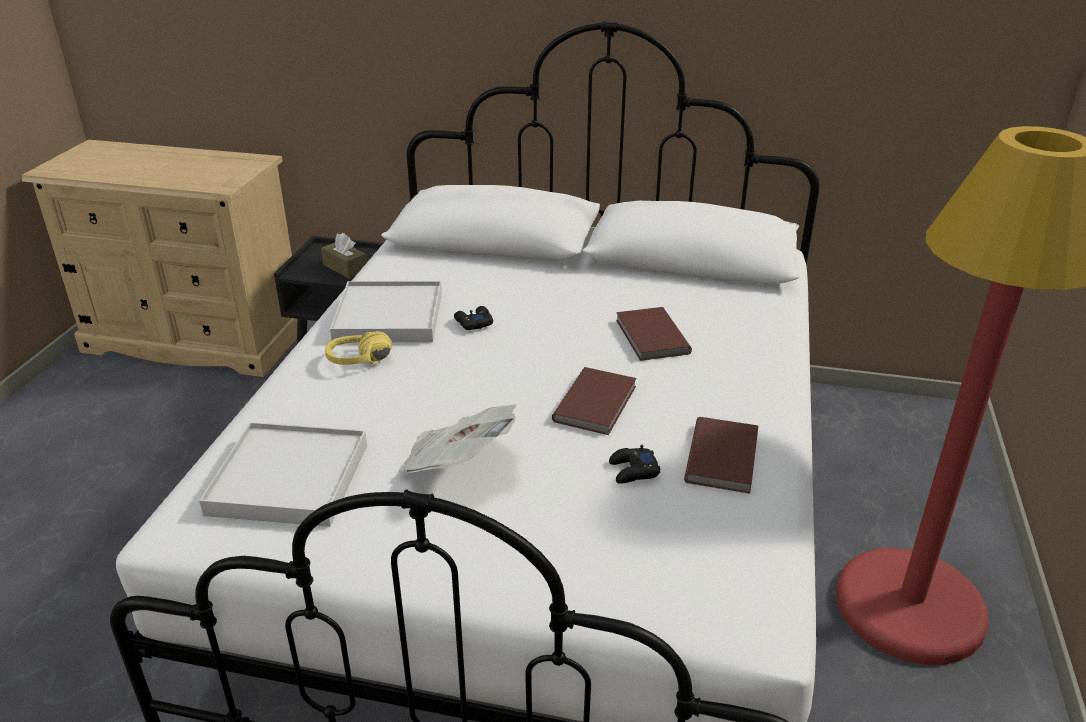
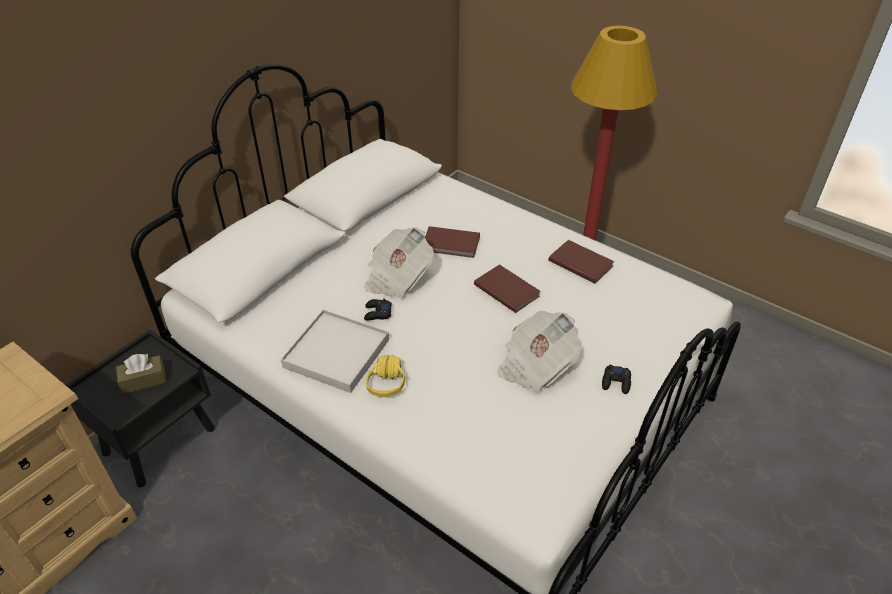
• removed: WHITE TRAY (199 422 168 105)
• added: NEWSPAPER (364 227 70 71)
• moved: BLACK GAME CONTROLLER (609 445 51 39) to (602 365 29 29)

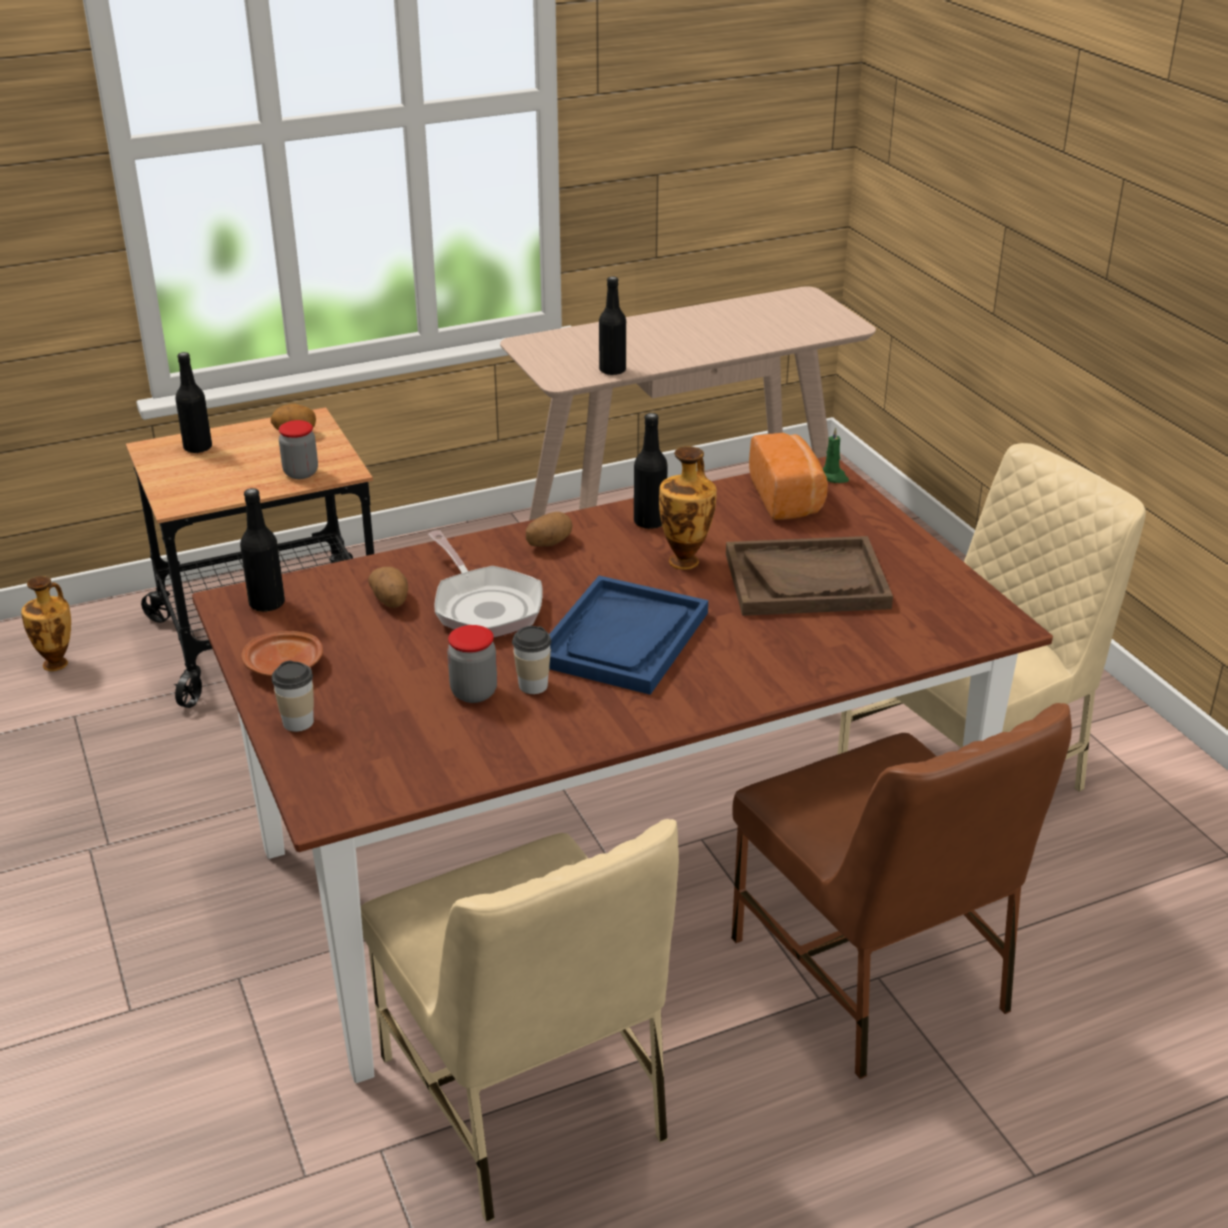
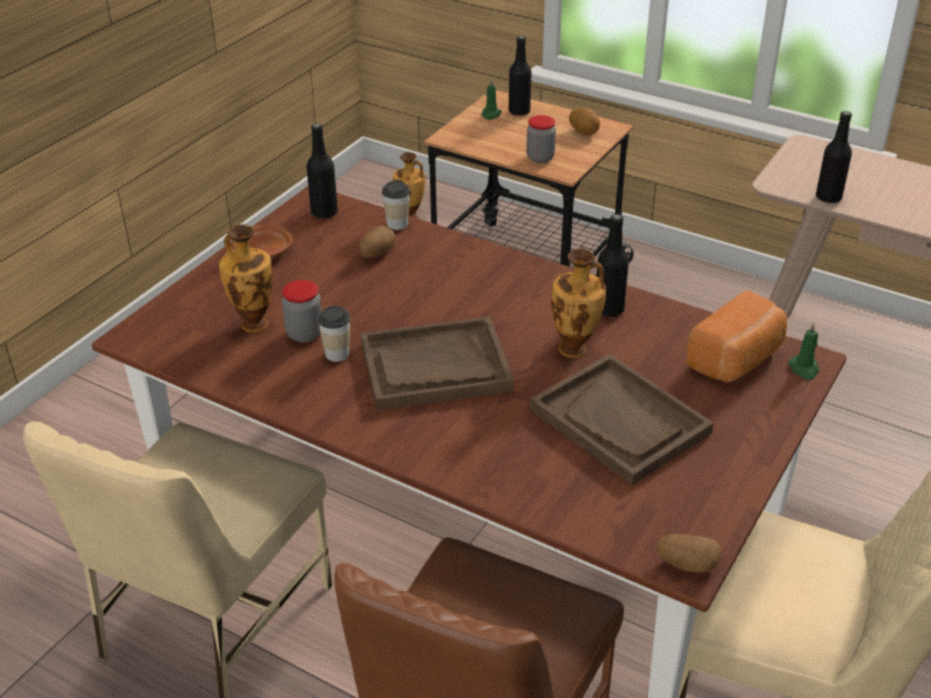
• removed: FRYING PAN (428 530 115 108)
• added: VASE (219 225 54 108)
• added: GREEN CANDLE (481 78 21 42)
• moved: CUP (272 661 42 71) to (382 180 28 50)
• moved: POTATO (526 512 46 35) to (656 534 66 38)
• recoloured: BLUE TRAY (549 576 159 119) to BROWN TRAY (361 317 153 93)

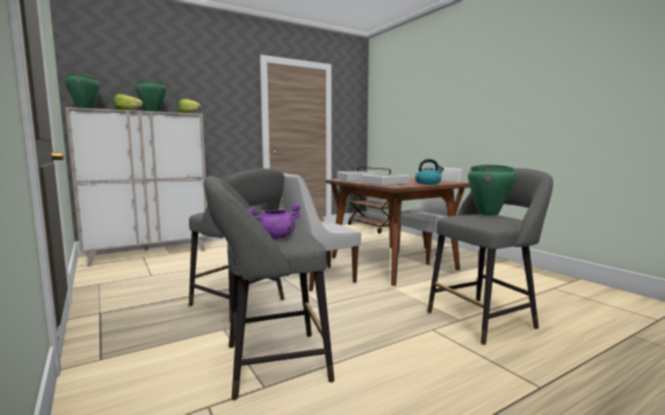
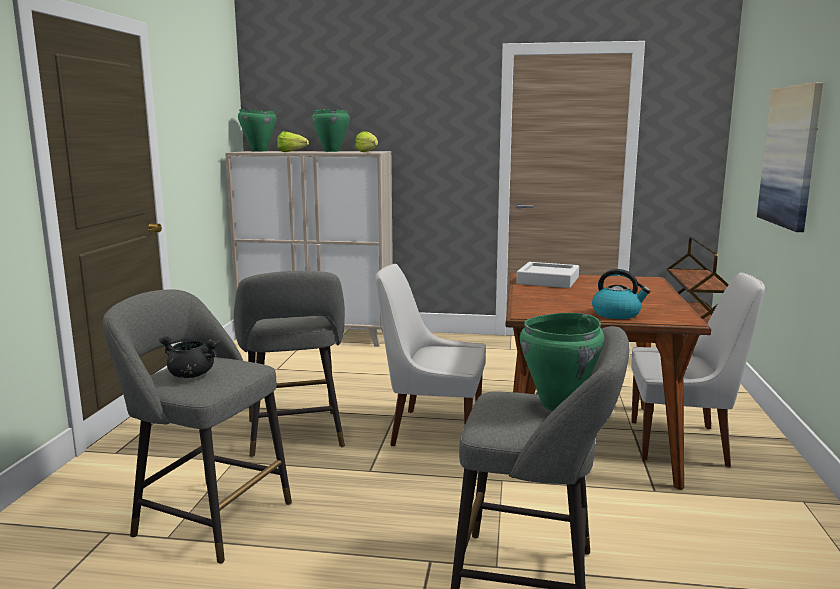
• removed: GREY TRAY (362 174 47 12)
• added: PICTURE (757 82 67 150)
• recoloured: PURPLE COOKING POT (248 203 54 36) to BLACK COOKING POT (159 336 60 42)

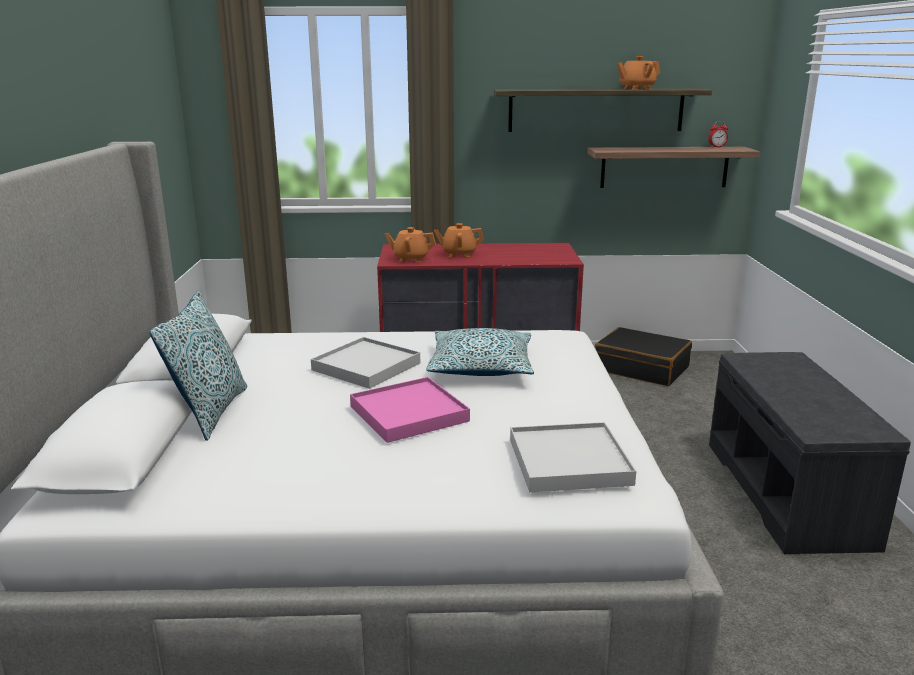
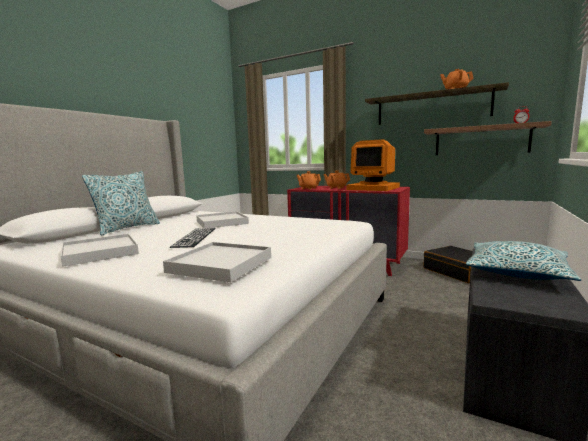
• added: WHITE TRAY (61 234 78 33)
• added: MONITOR (346 139 54 52)
• moved: PILLOW (426 328 108 48) to (466 241 115 40)
• replaced: PINK TRAY (350 377 120 66) to KEYBOARD (170 228 46 20)

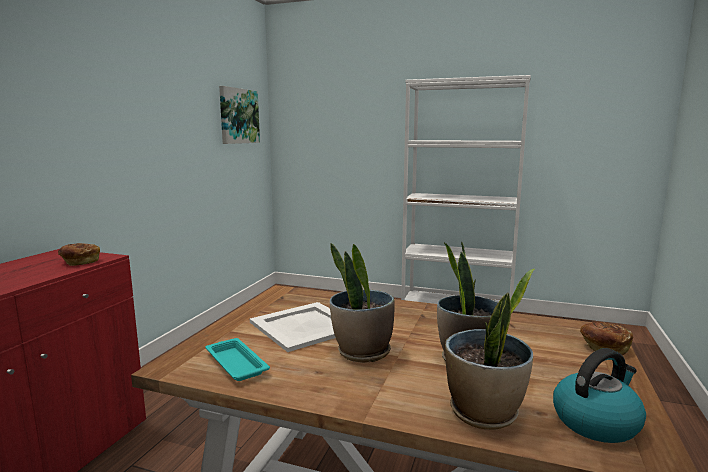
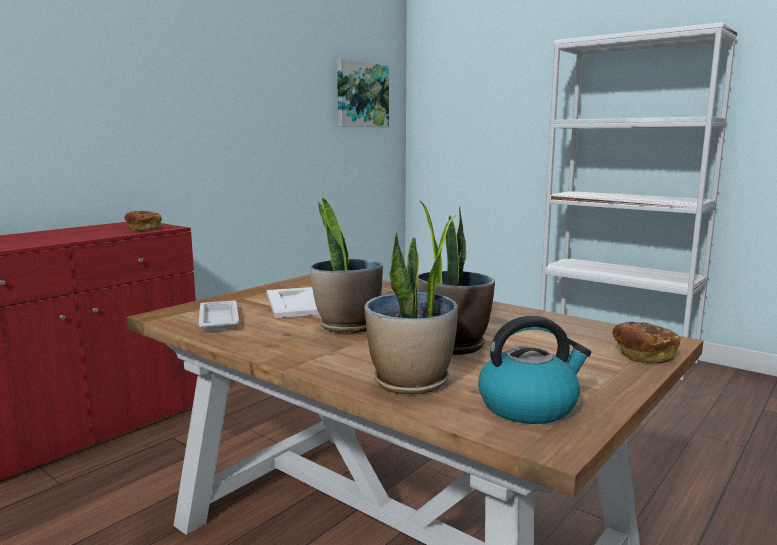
• recoloured: TURQUOISE TRAY (206 338 64 43) to WHITE TRAY (199 301 40 30)

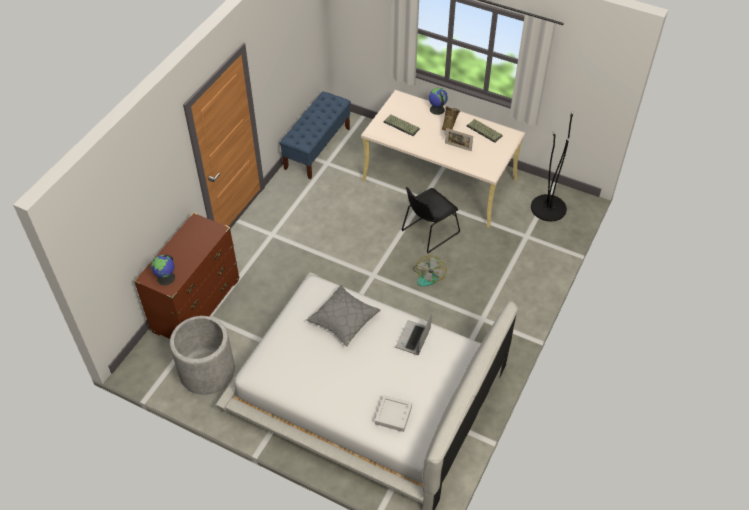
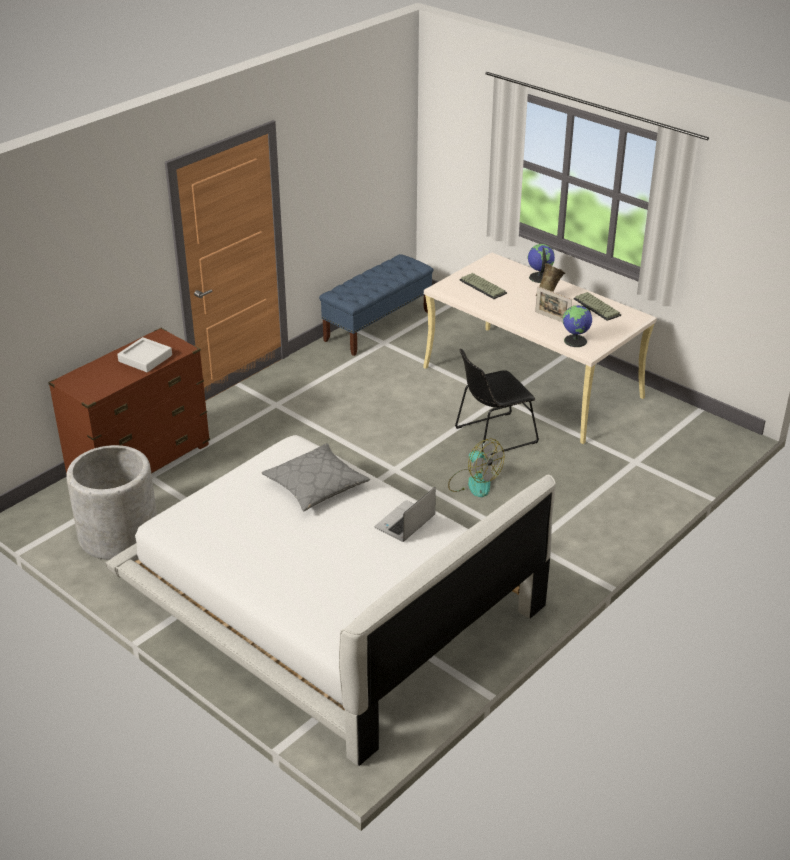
• removed: BLACK FLOOR LAMP (531 111 43 110)
• moved: GLOBE (151 255 24 30) to (563 305 29 42)
• moved: GREY TRAY (375 395 37 37) to (117 337 55 35)
• turned: FAN (413 256 34 31) = (448 439 56 58) 75 degrees counterclockwise

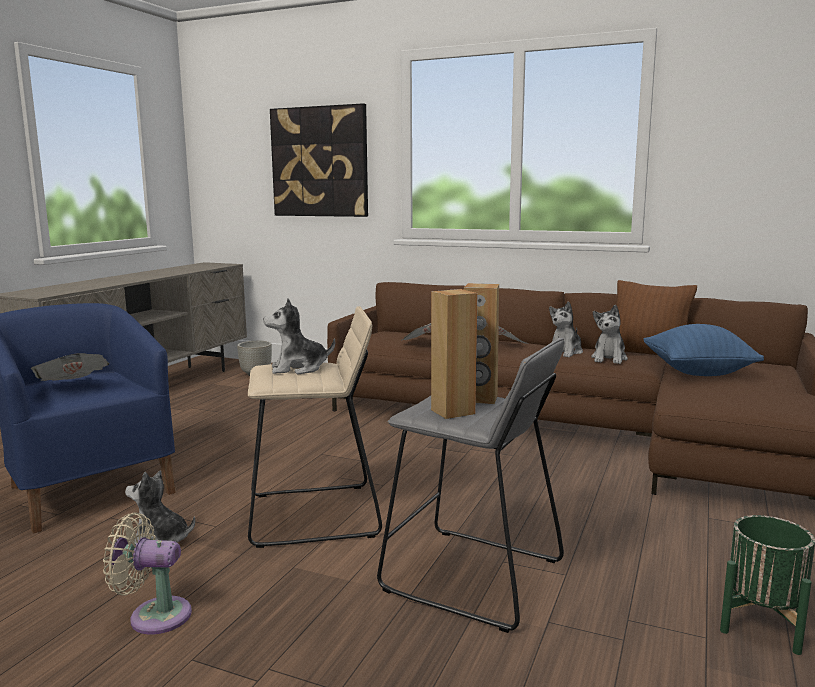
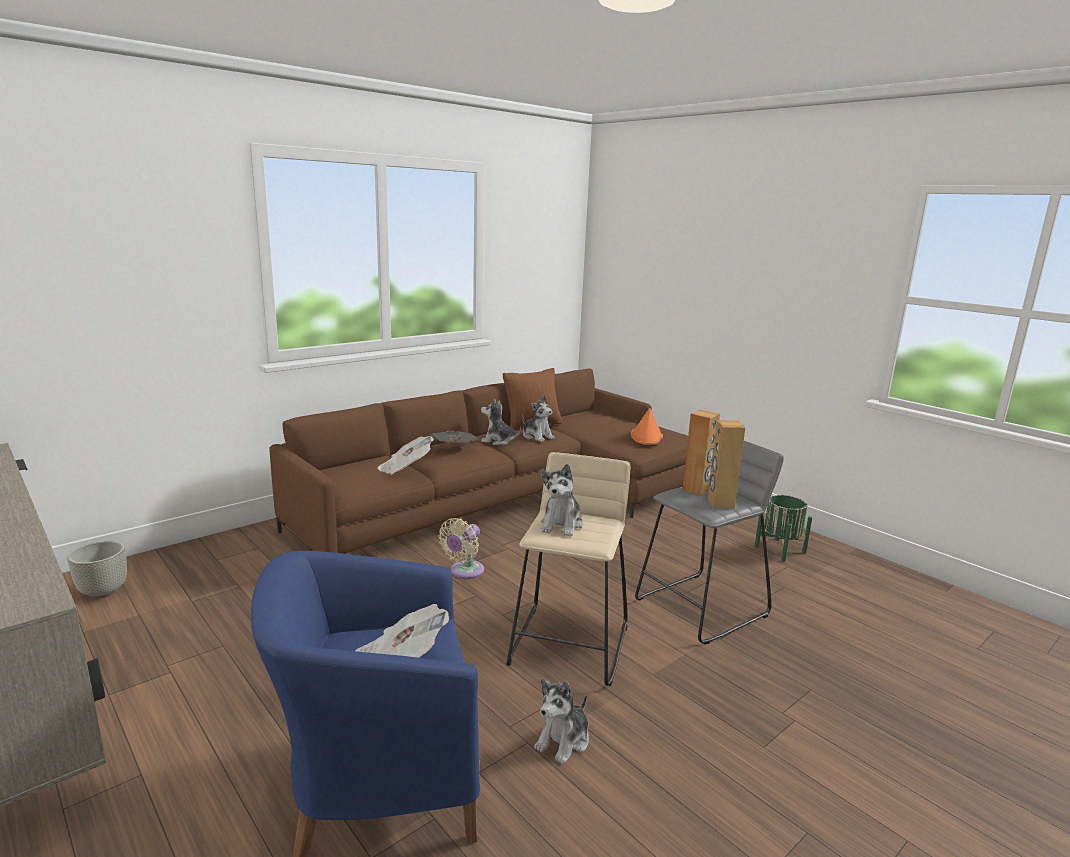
• removed: PICTURE (270 103 98 114)
• removed: BLUE PILLOW (643 324 121 52)
• added: ORANGE HAT (631 408 32 37)
• moved: BEIGE FAN (103 513 89 122) to (438 518 46 61)
• turned: PLUSH TOY (549 301 34 56) = (481 399 40 46) 135 degrees clockwise

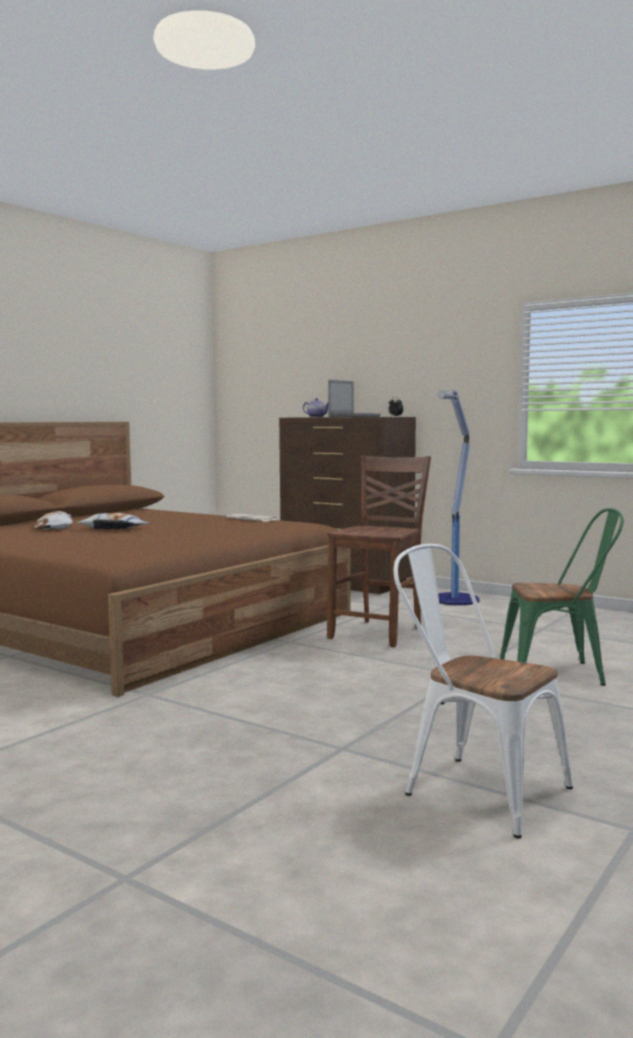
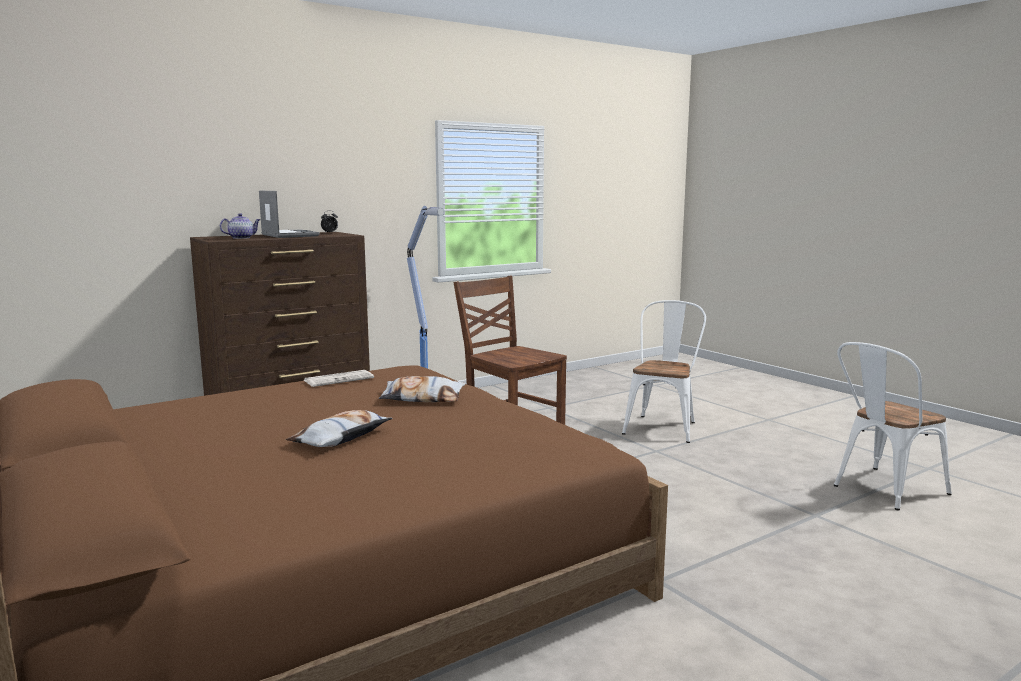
• moved: PILLOW (34 511 39 19) to (379 376 86 26)
• recoloured: GREEN CHAIR (500 508 124 178) to WHITE CHAIR (622 300 84 143)

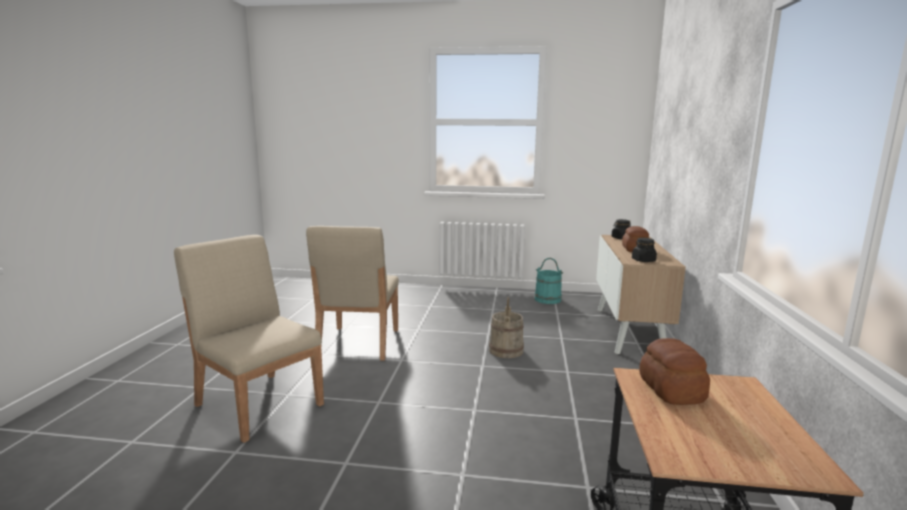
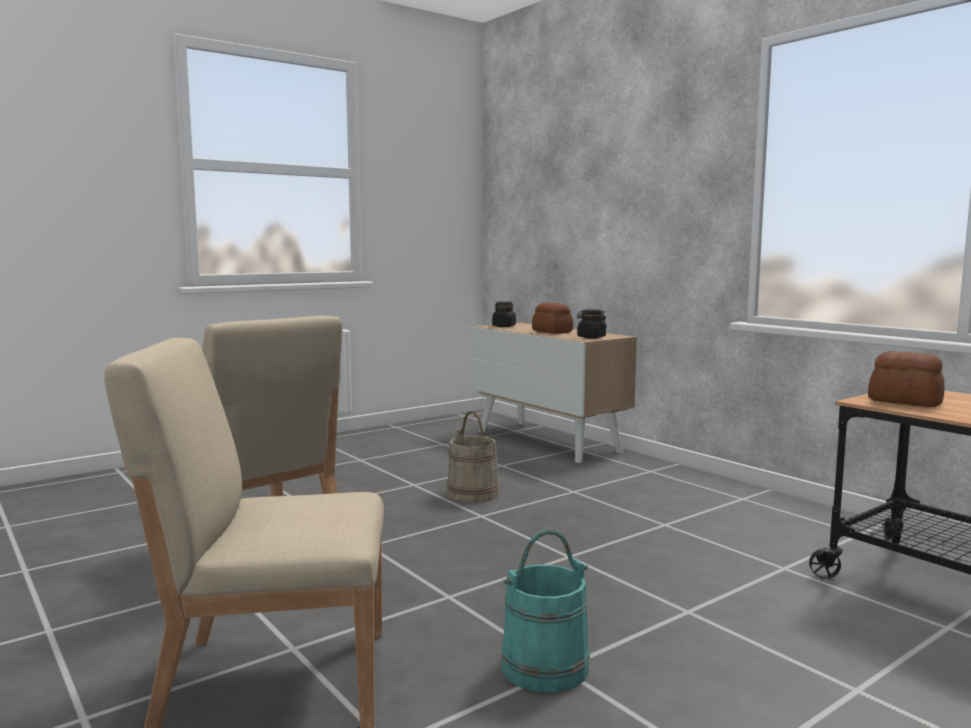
• moved: TURQUOISE BUCKET (535 258 29 46) to (501 529 89 163)

